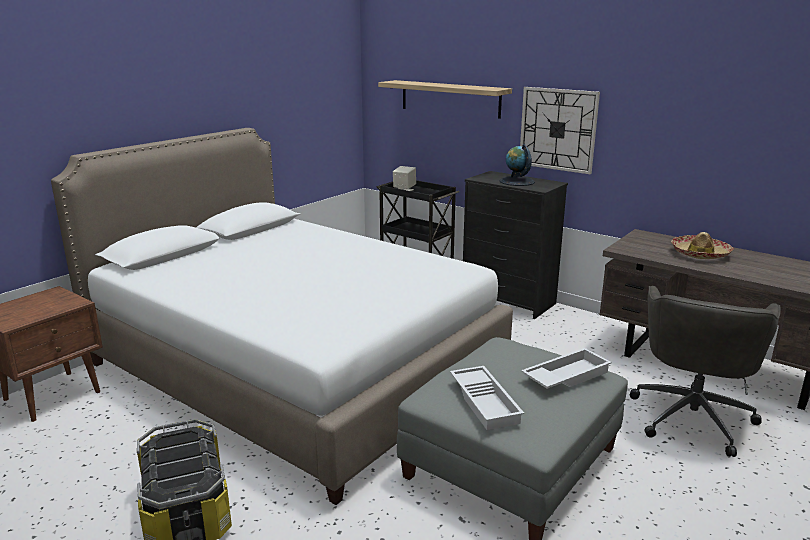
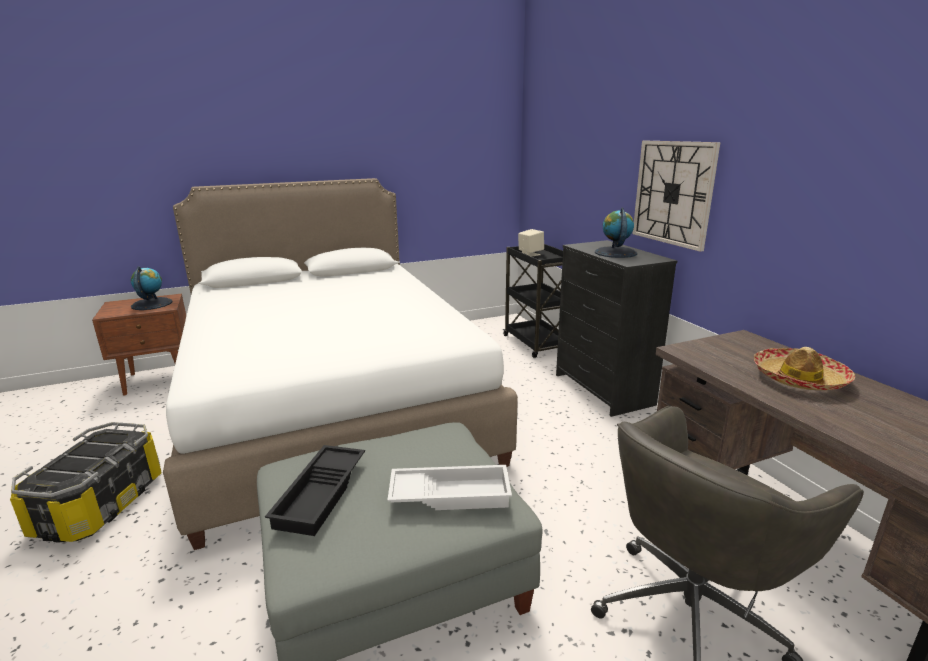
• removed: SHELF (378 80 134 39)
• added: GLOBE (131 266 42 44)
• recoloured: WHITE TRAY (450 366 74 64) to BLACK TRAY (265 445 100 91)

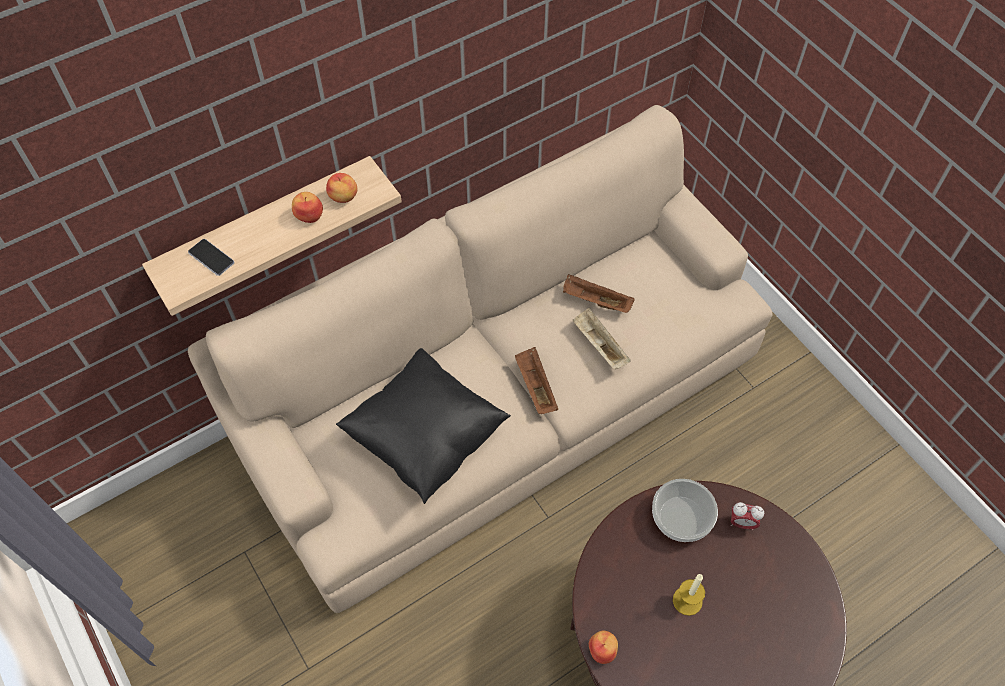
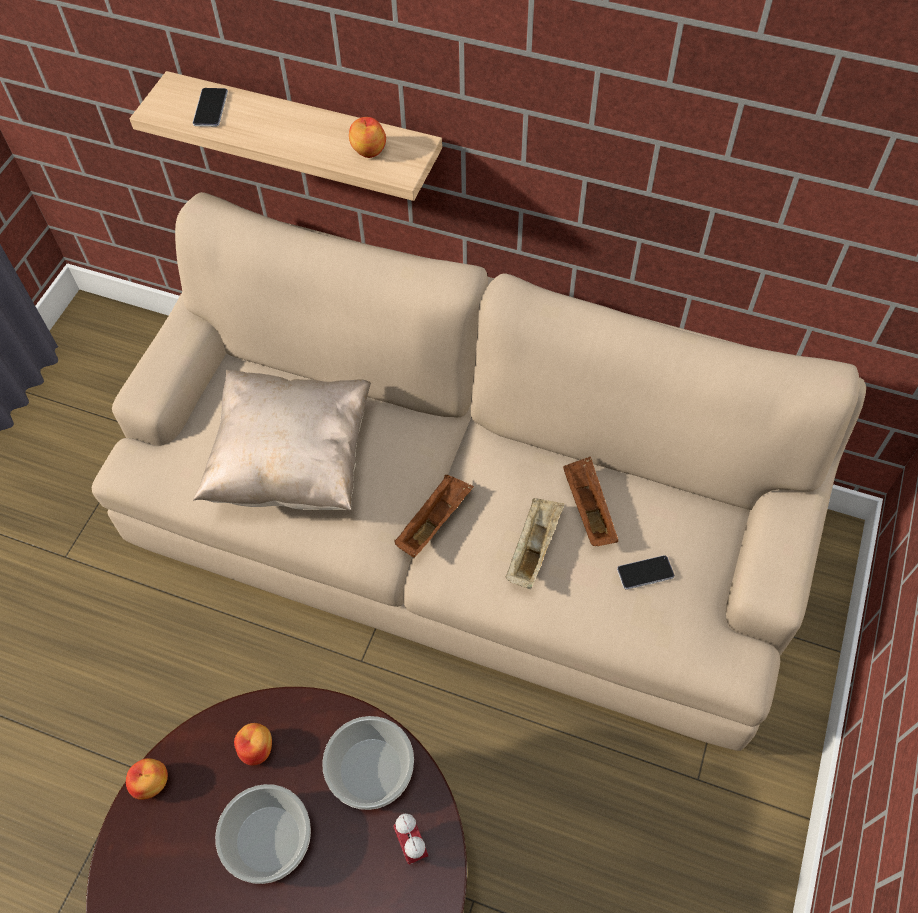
• added: PHONE (617 555 57 35)
• moved: APPLE (292 192 31 31) to (234 723 38 43)
• replaced: CANDLE (673 574 32 42) to BOWL (215 784 96 100)
• recoloured: BLACK PILLOW (336 348 175 156) to BEIGE PILLOW (193 370 178 140)

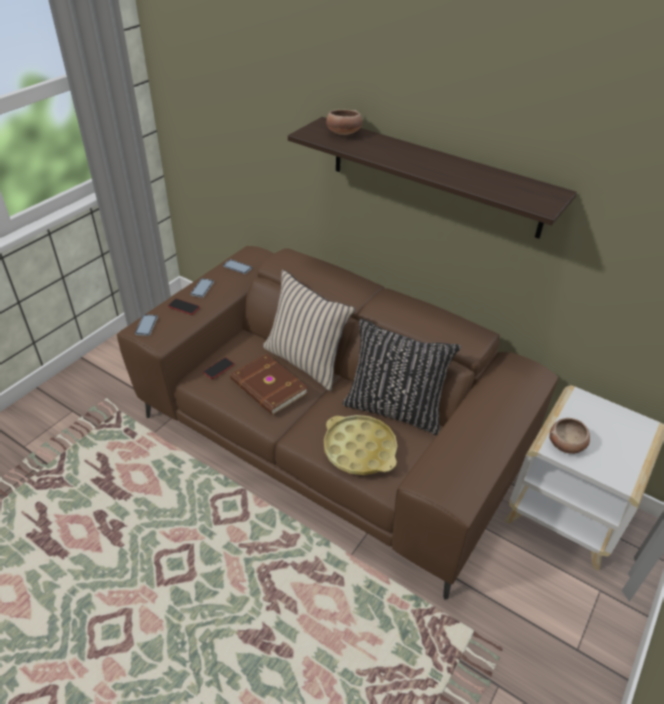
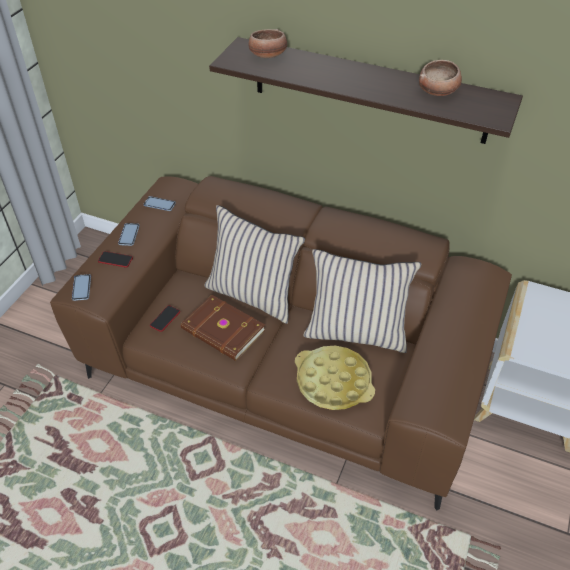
• moved: BOWL (549 418 41 36) to (419 60 43 36)
• recoloured: BLACK PILLOW (343 319 118 117) to BEIGE PILLOW (304 249 117 104)

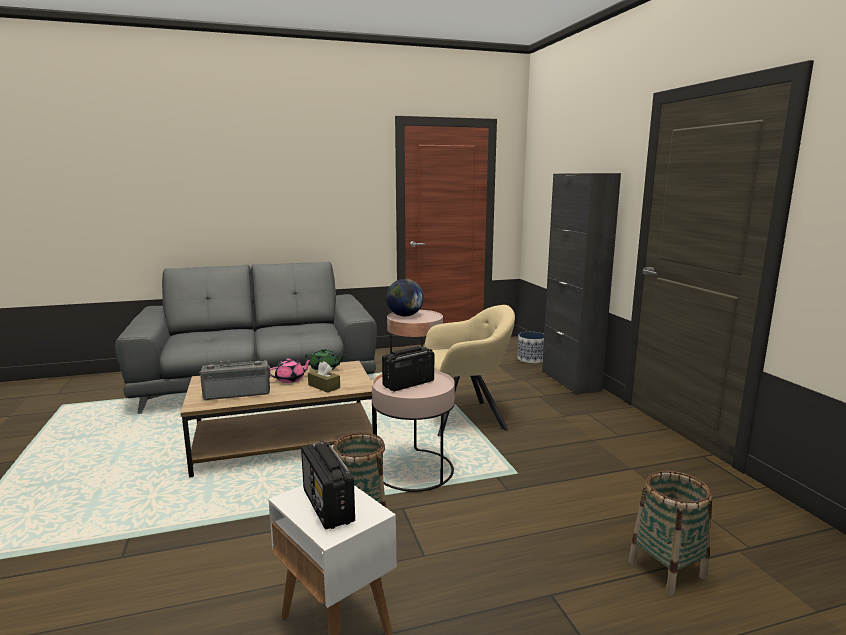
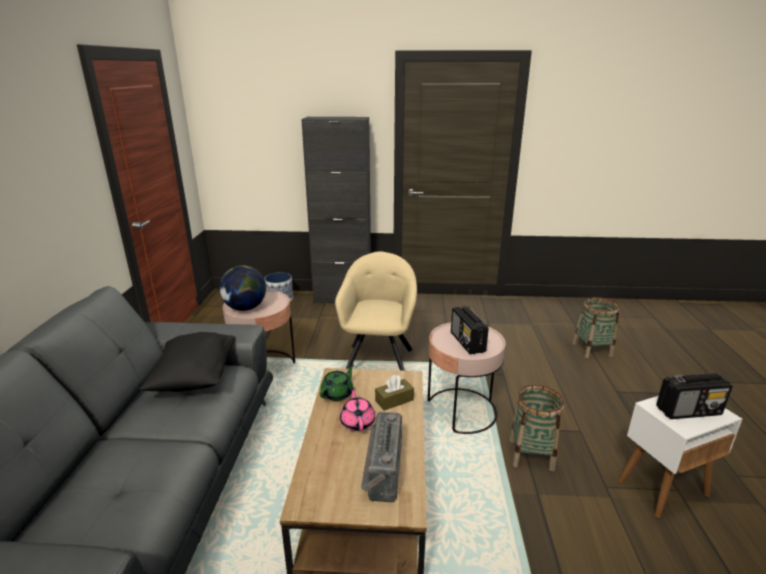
• added: BLACK PILLOW (139 332 97 60)

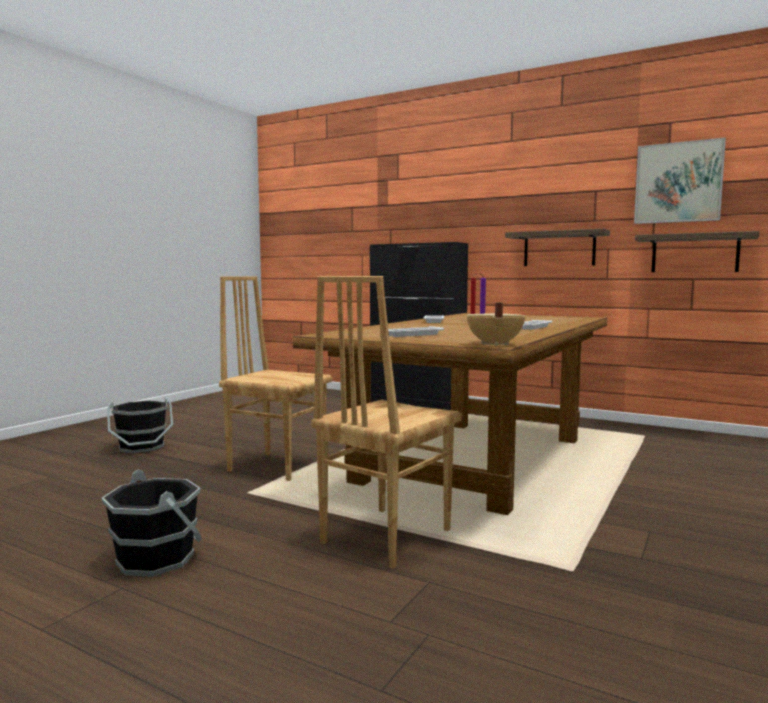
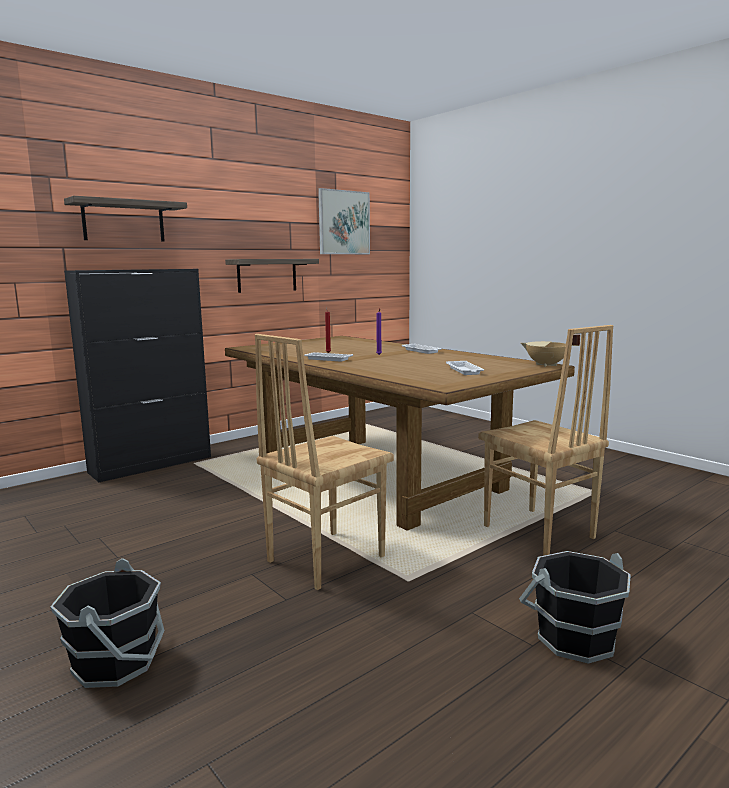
• moved: SHELF (635 231 125 41) to (64 196 123 46)

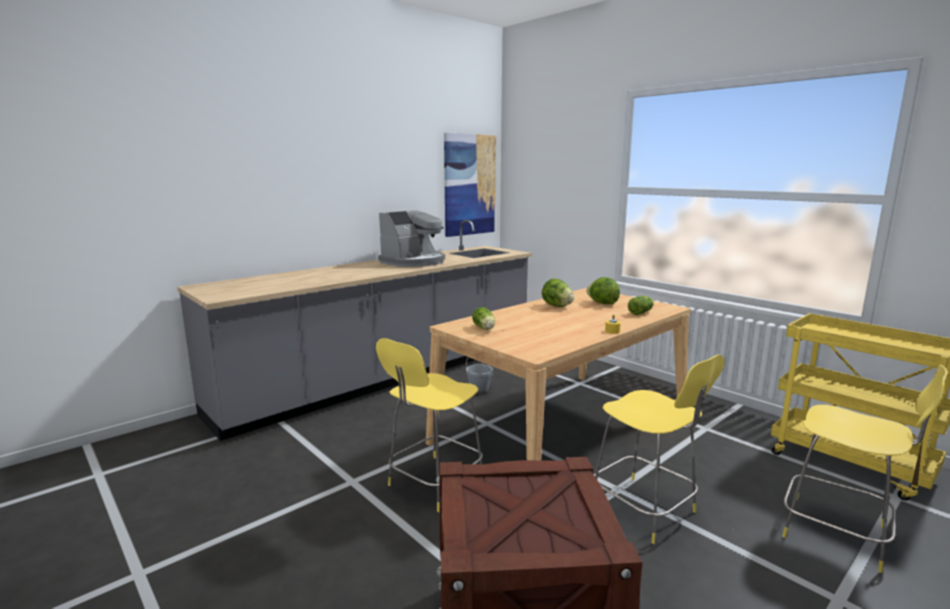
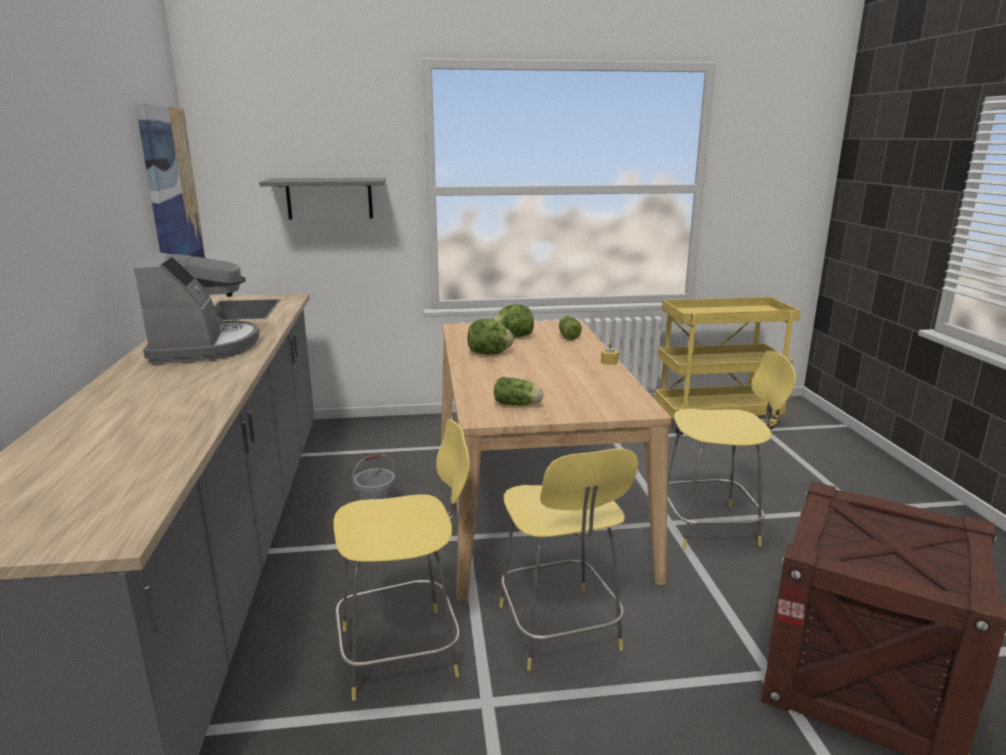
• added: GREY SHELF (259 178 127 42)
• moved: YELLOW STOOL (782 365 166 208) to (333 419 137 282)

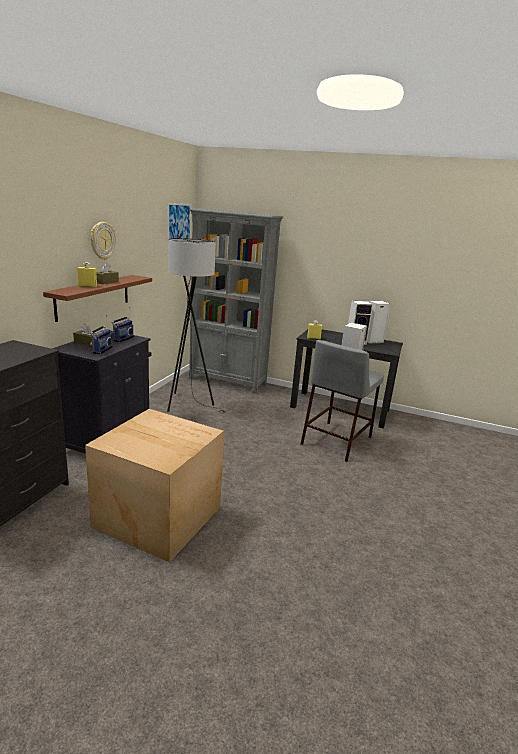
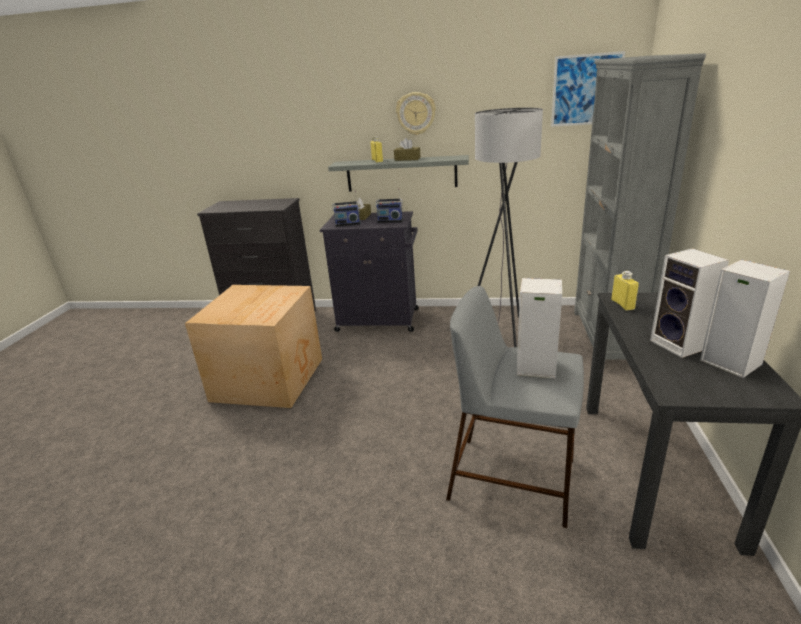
• recoloured: BROWN SHELF (43 275 109 47) to GREY SHELF (328 155 141 37)

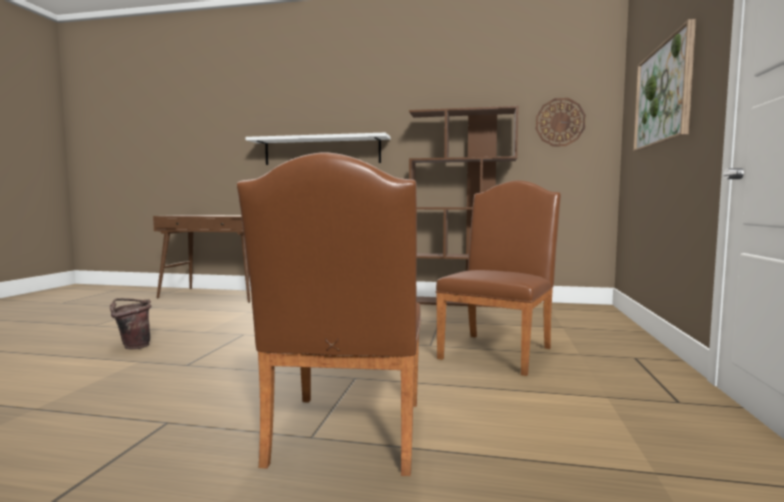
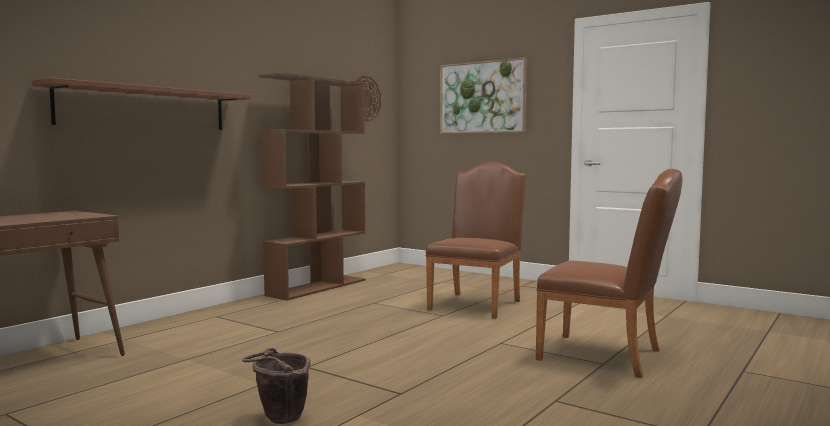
• recoloured: WHITE SHELF (246 133 145 32) to BROWN SHELF (32 78 219 52)
• turned: BROWN CHAIR (435 180 126 196) = (425 162 102 157) 60 degrees clockwise

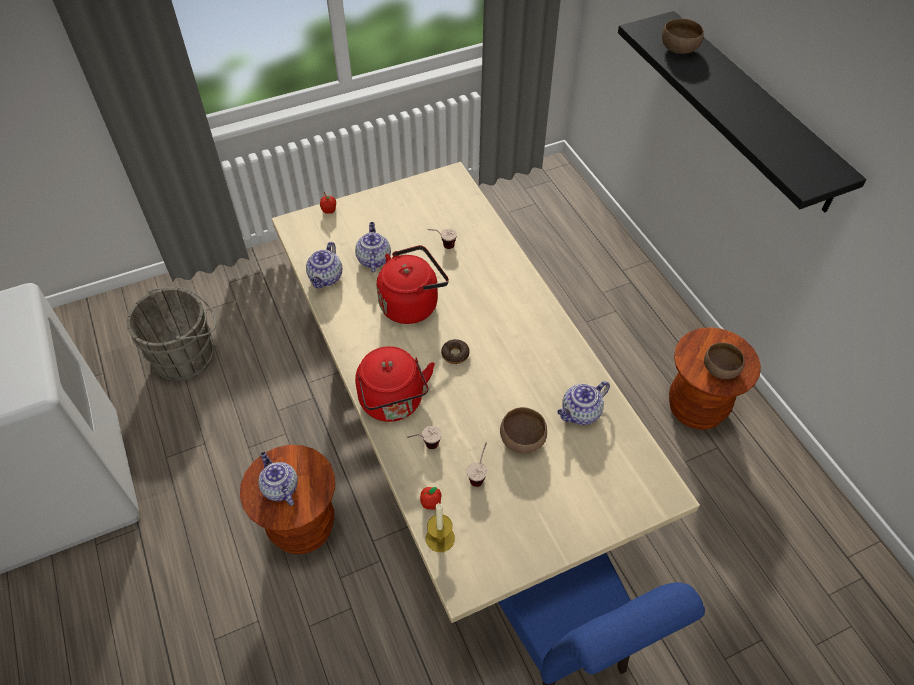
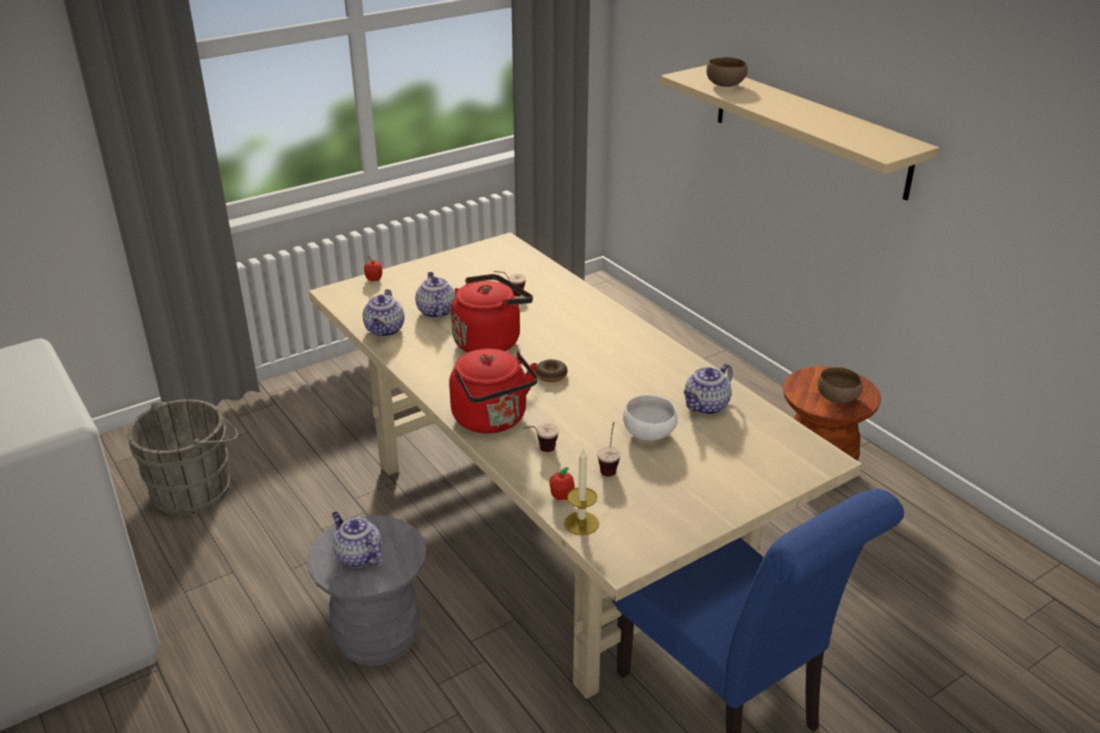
• recoloured: BROWN STOOL (240 445 95 109) to GREY STOOL (307 515 119 151)
• recoloured: BROWN BOWL (500 407 47 47) to WHITE BOWL (623 395 54 46)
• recoloured: BLACK SHELF (618 11 249 201) to BEIGE SHELF (660 65 280 136)

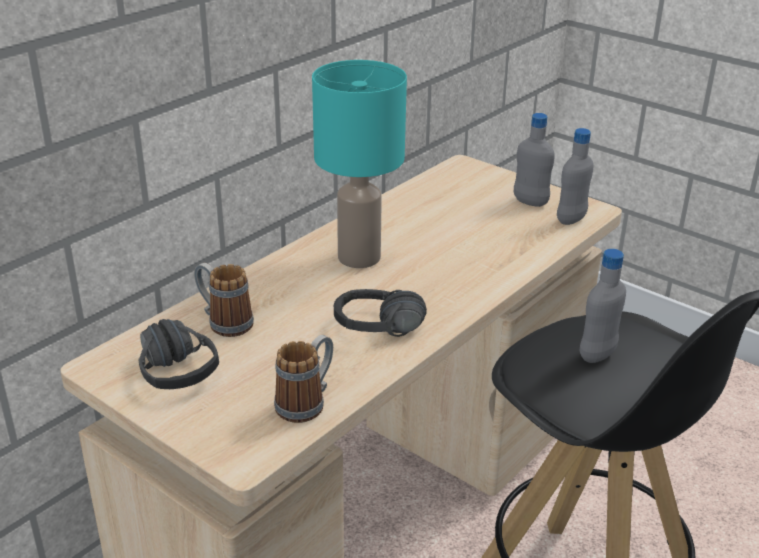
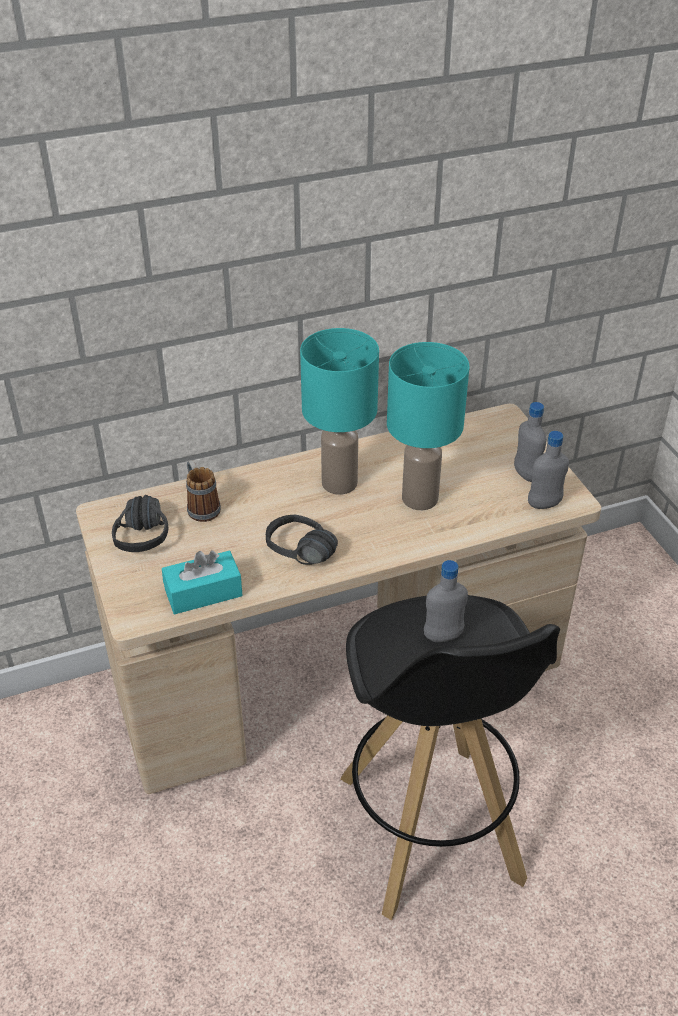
• added: TURQUOISE TABLE LAMP (387 342 82 168)
• replaced: MUG (274 335 59 88) to TURQUOISE TISSUE BOX (162 550 81 64)

